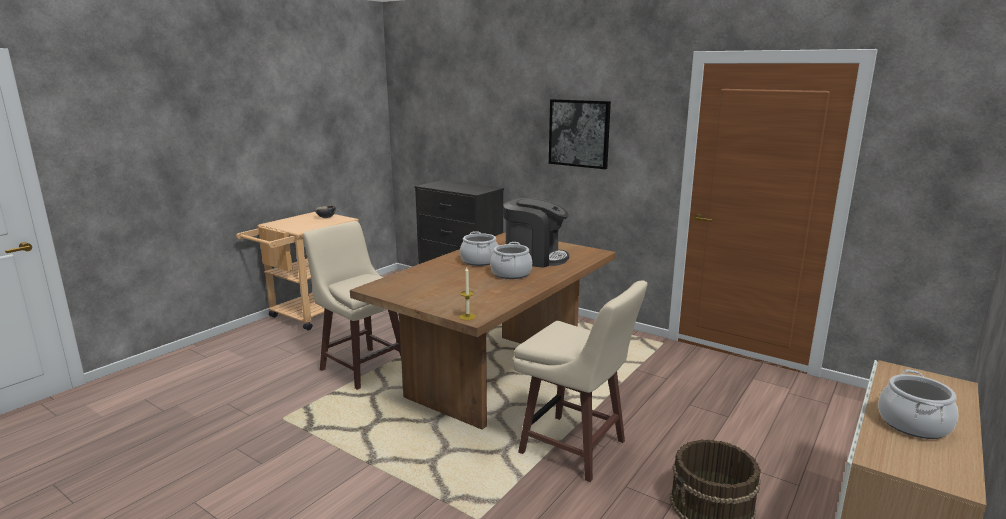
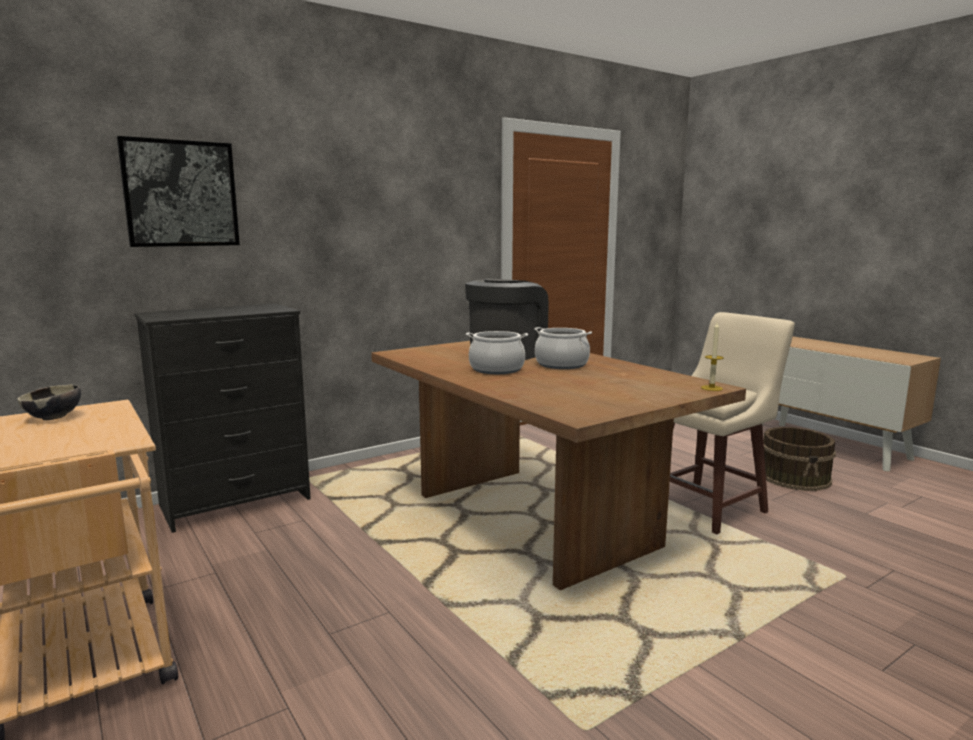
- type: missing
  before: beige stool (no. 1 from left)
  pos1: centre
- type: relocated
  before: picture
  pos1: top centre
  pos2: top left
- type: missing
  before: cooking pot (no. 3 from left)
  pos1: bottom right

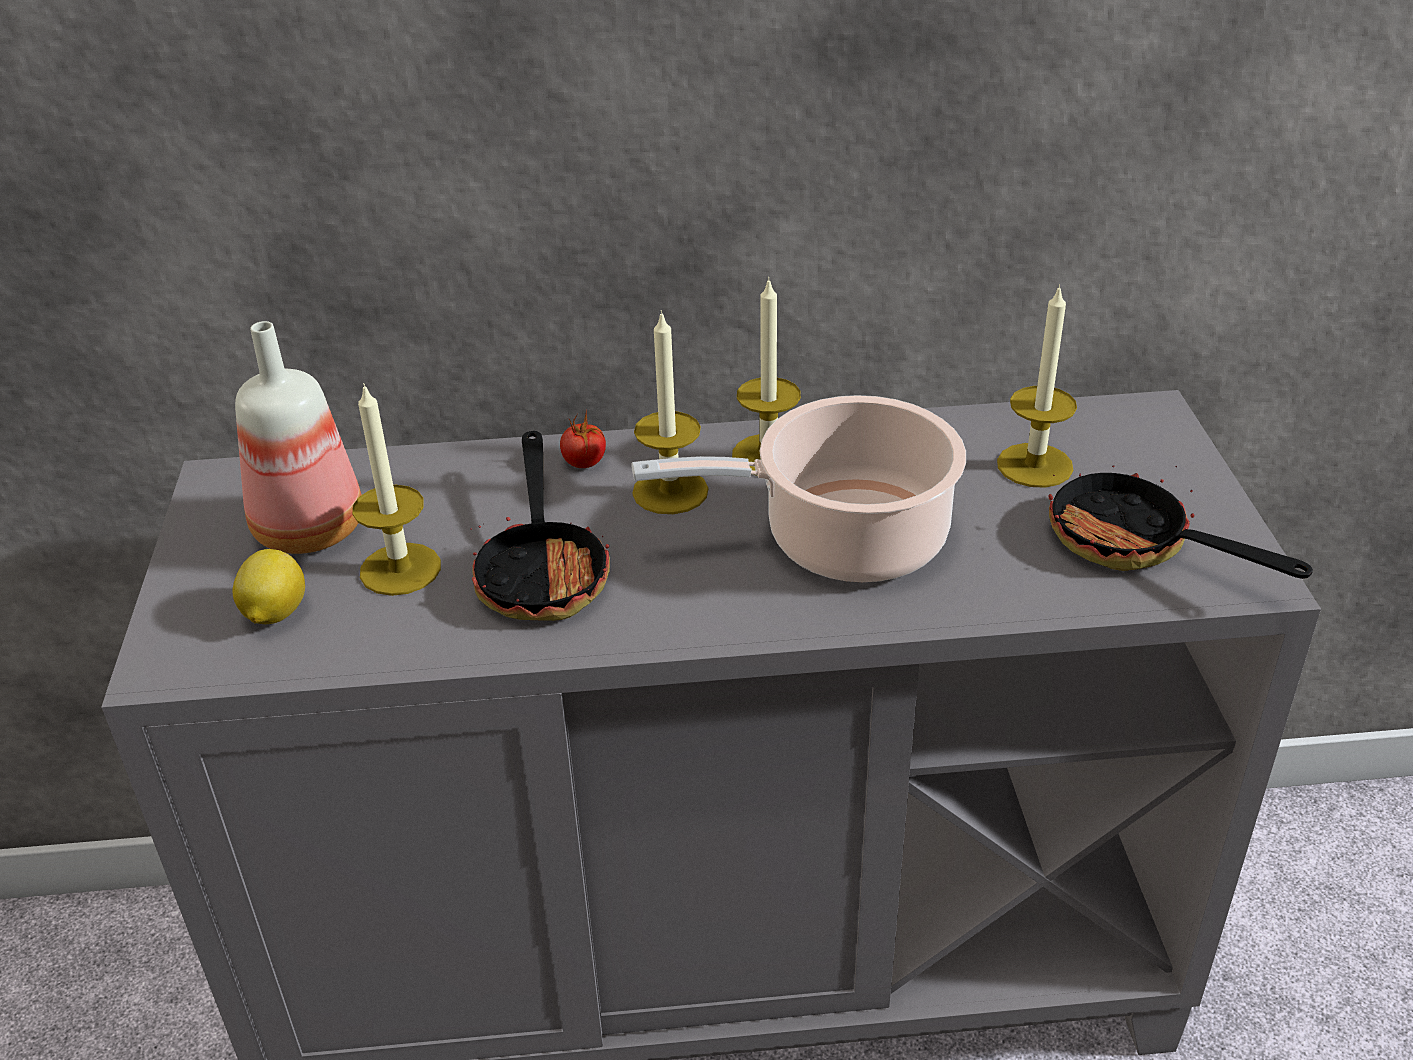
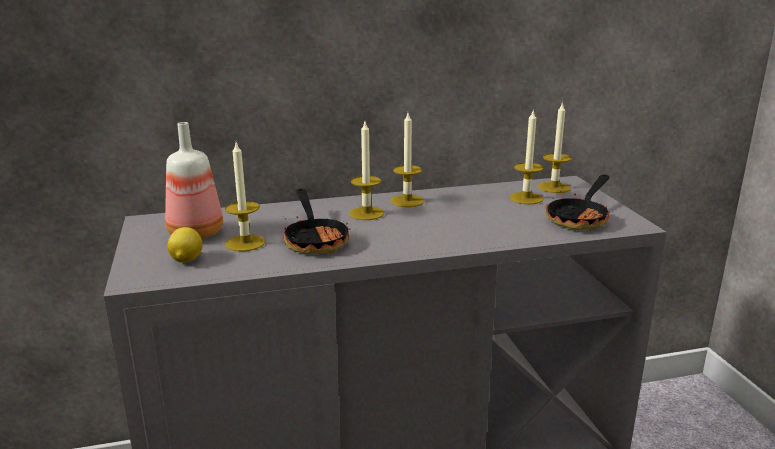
- type: missing
  before: tomato
  pos1: centre
- type: missing
  before: cooking pot
  pos1: centre
- type: spun
  before: frying pan (no. 2 from left)
  pos1: middle right
  pos2: middle right
  turn: -90
- type: appeared
  after: candle (no. 5 from left)
  pos2: top right

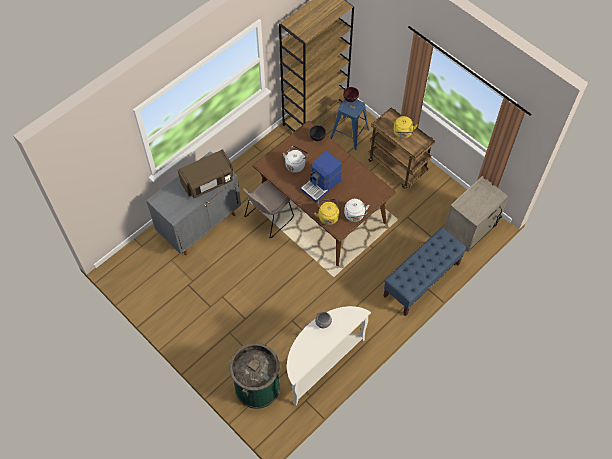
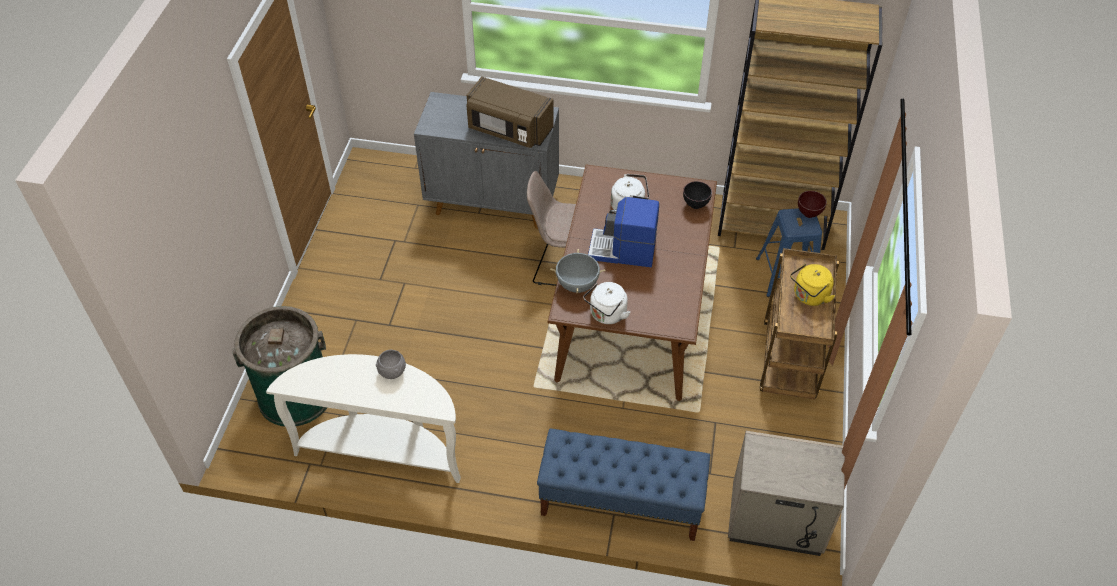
- type: exchanged
  before: yellow kettle (no. 1 from left)
  after: grey cooking pot
  pos1: centre
  pos2: centre

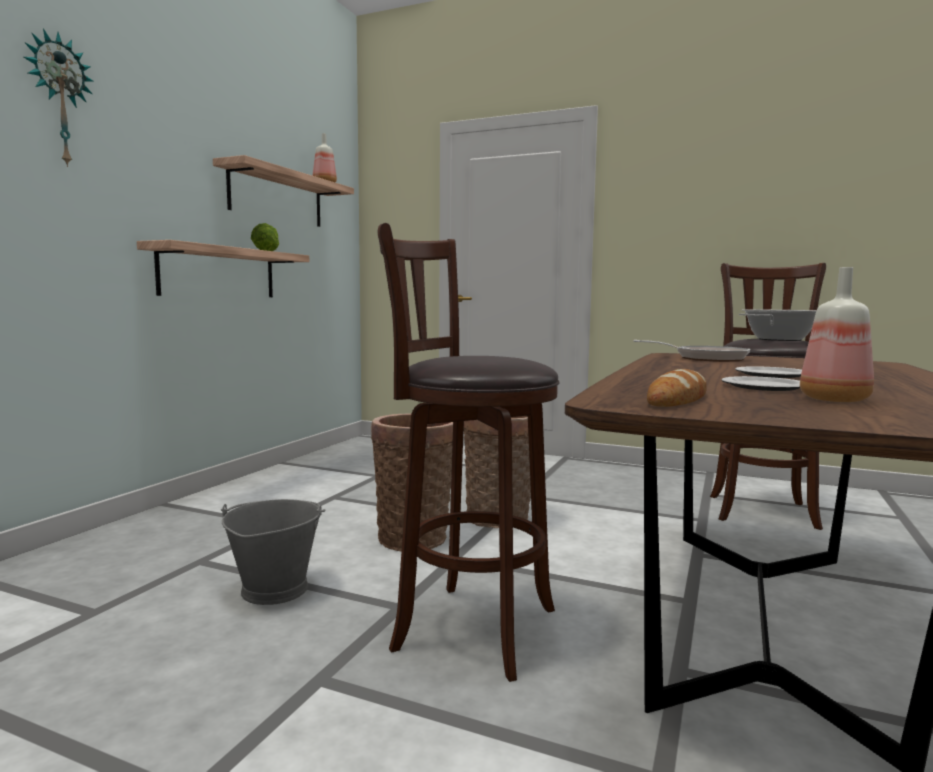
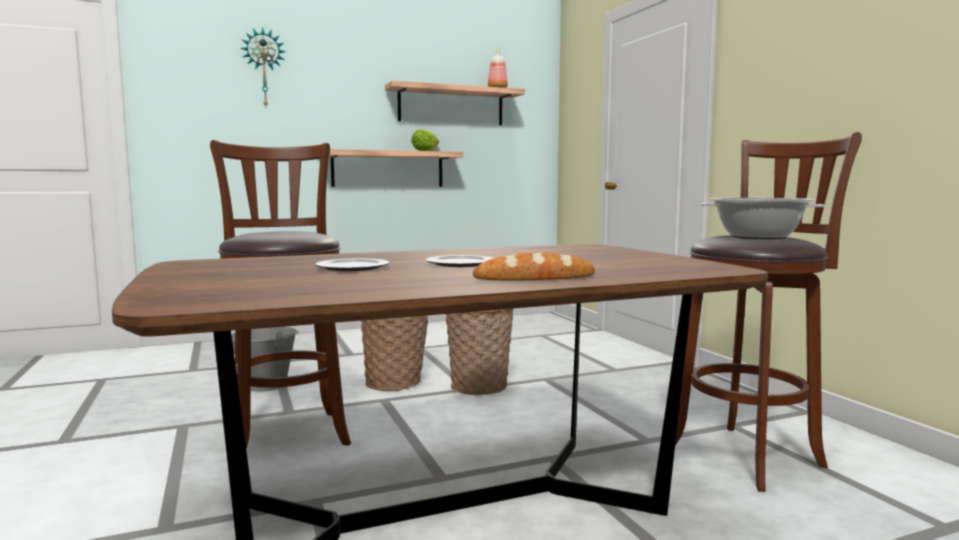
- type: missing
  before: frying pan
  pos1: middle right
- type: relocated
  before: bread
  pos1: middle right
  pos2: centre
- type: missing
  before: bottle (no. 2 from left)
  pos1: middle right

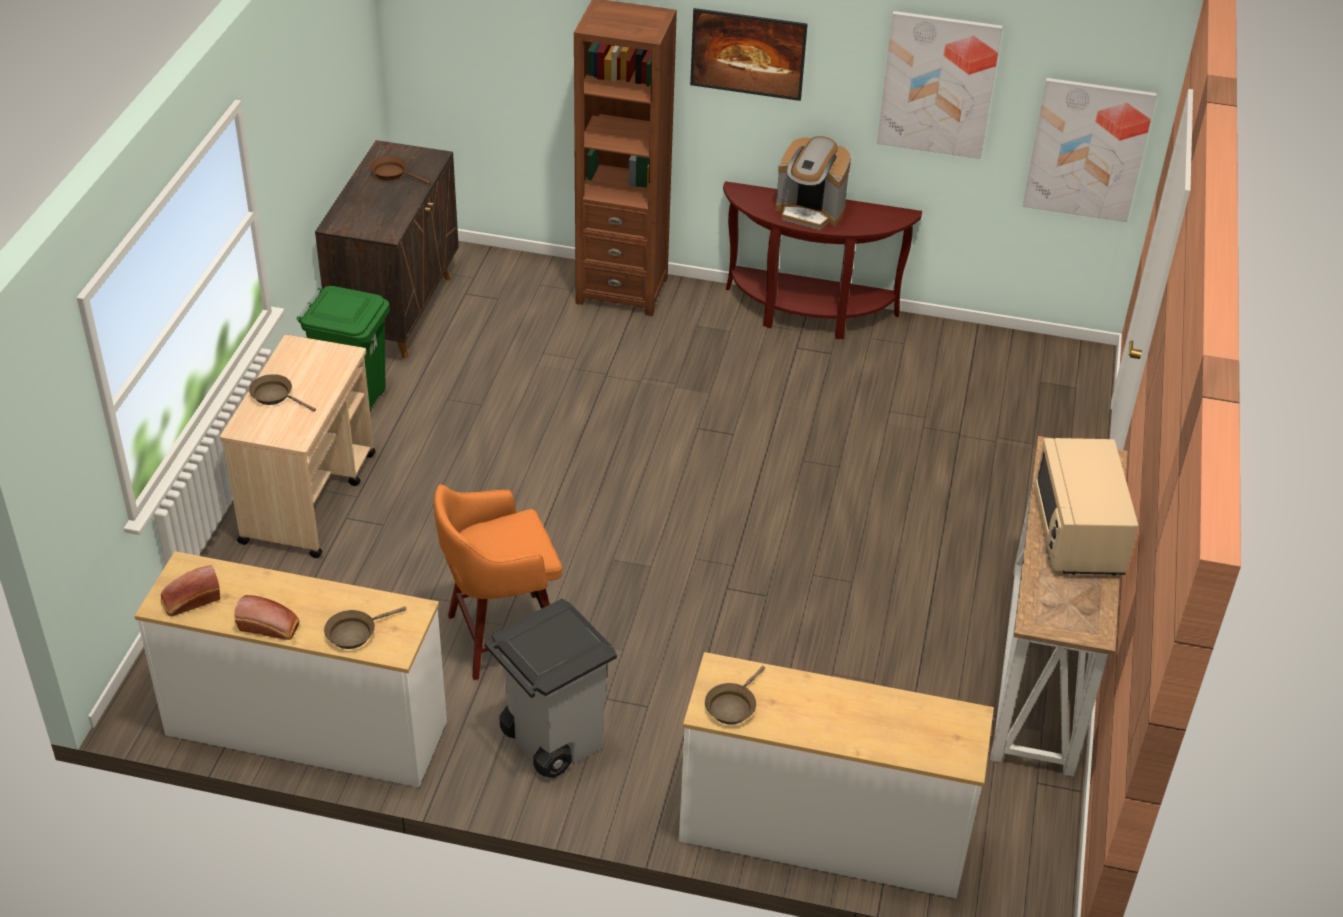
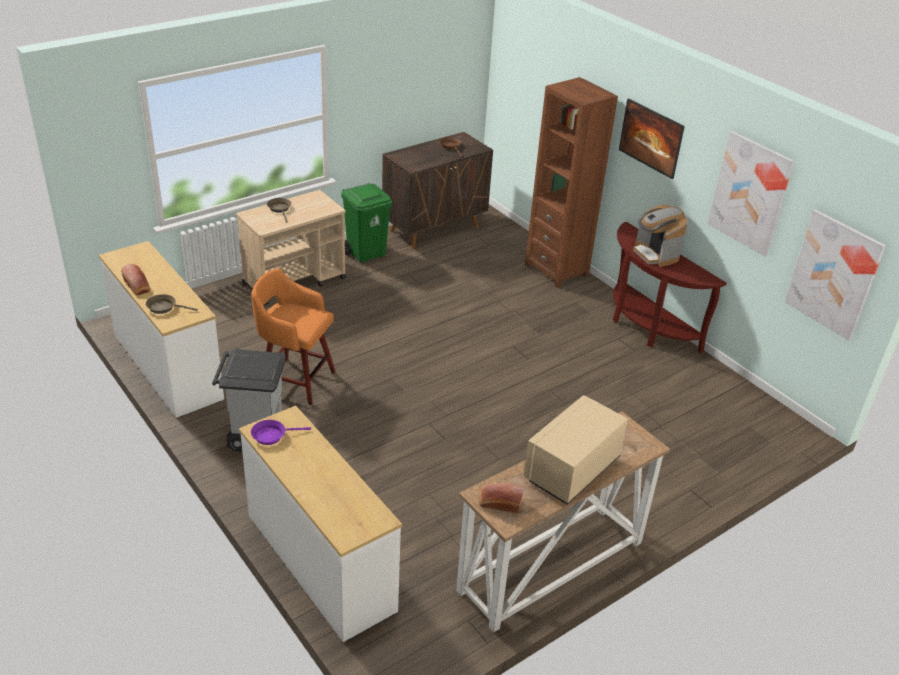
- type: relocated
  before: bread (no. 1 from left in the first image)
  after: bread (no. 2 from left)
  pos1: middle left
  pos2: bottom centre
- type: colour
  before: brown frying pan (no. 4 from left)
  after: purple frying pan
  pos1: bottom centre
  pos2: middle left

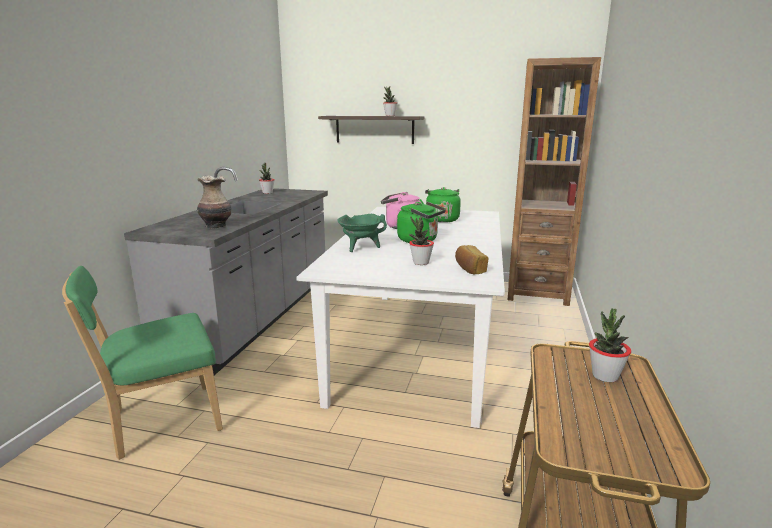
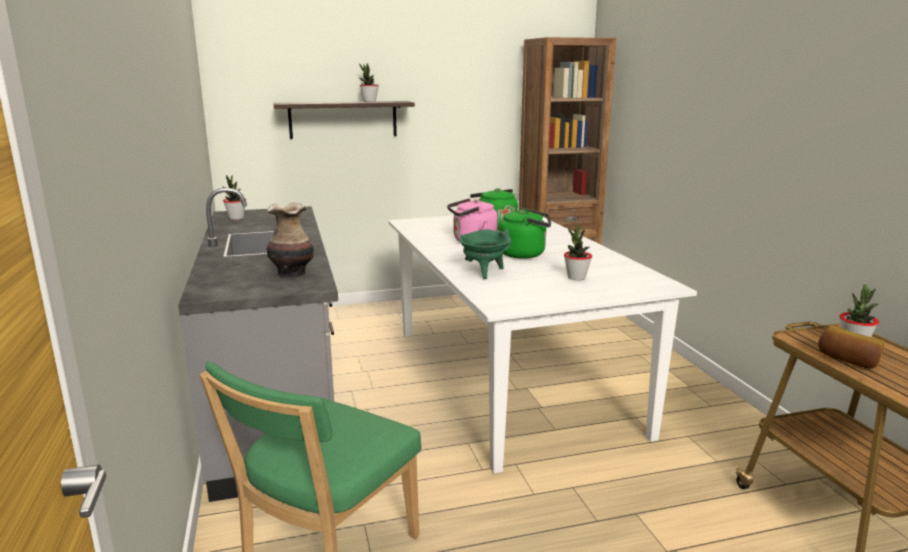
- type: relocated
  before: bread
  pos1: centre
  pos2: middle right

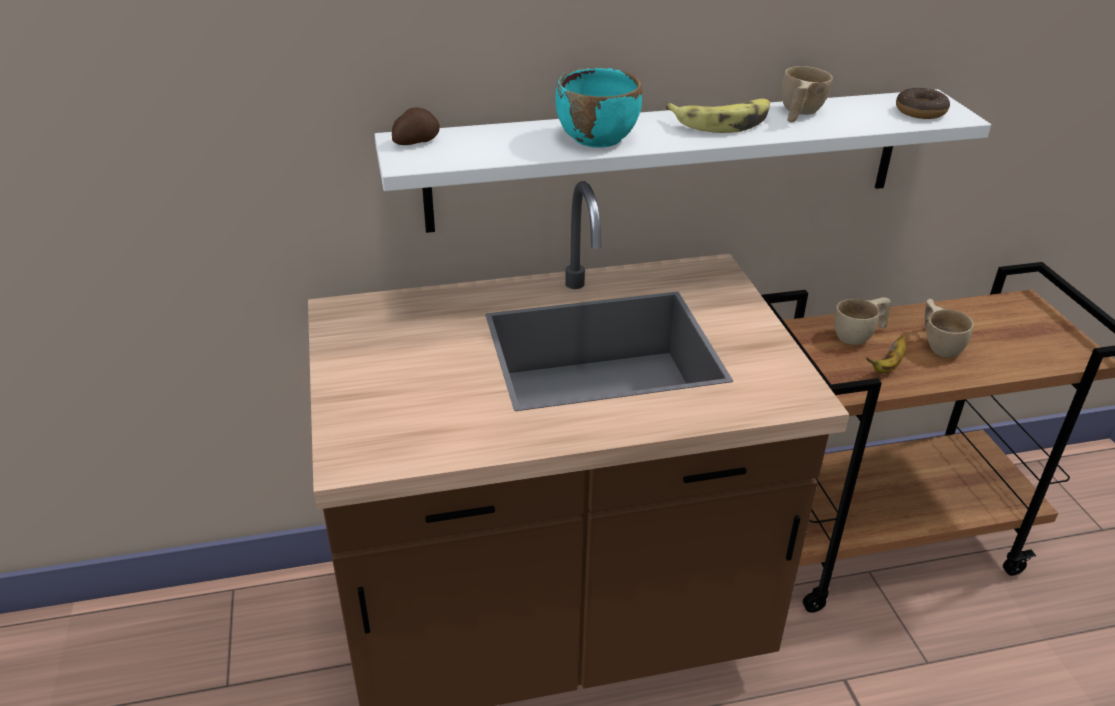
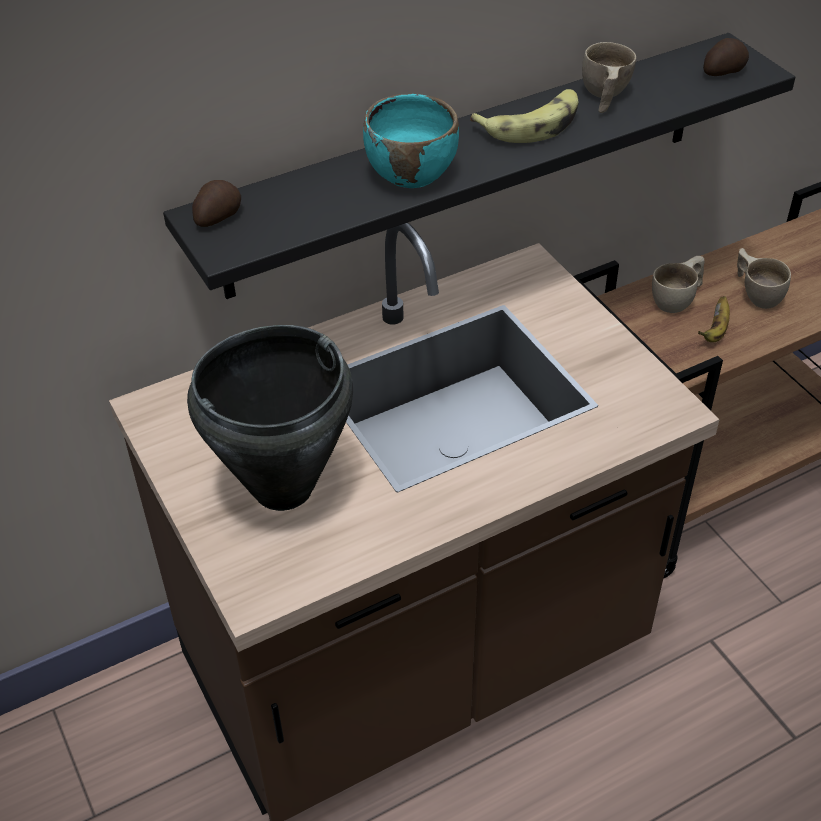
- type: colour
  before: white shelf
  after: black shelf
  pos1: top centre
  pos2: top centre
- type: exchanged
  before: donut
  after: potato (no. 2 from left)
  pos1: top right
  pos2: top right
- type: appeared
  after: black cooking pot
  pos2: middle left

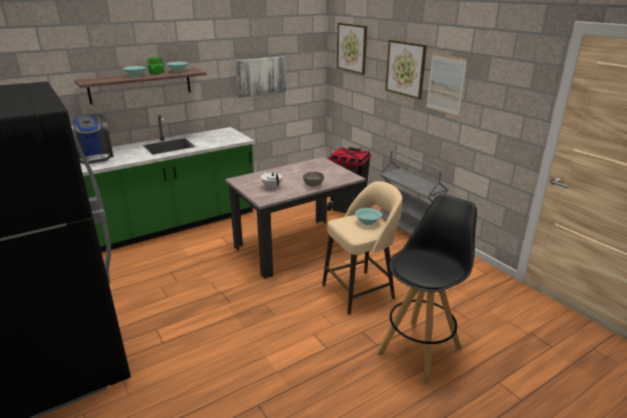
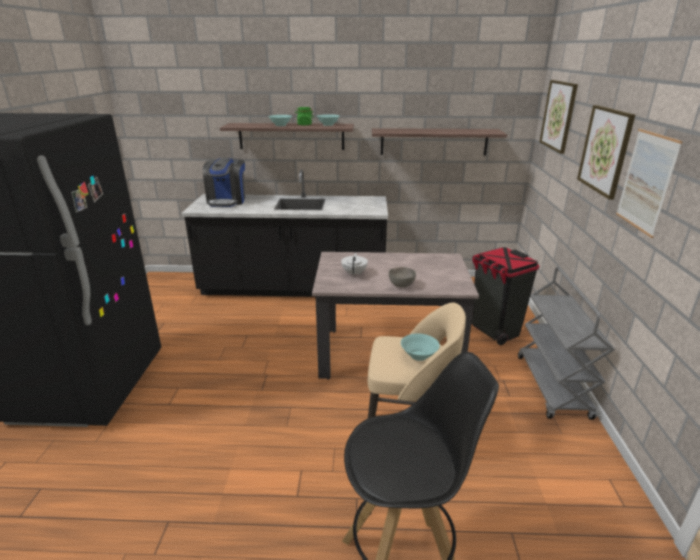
- type: colour
  before: green counter
  after: black counter
  pos1: middle left
  pos2: centre
- type: exchanged
  before: picture (no. 1 from left)
  after: shelf (no. 2 from left)
  pos1: top centre
  pos2: top centre

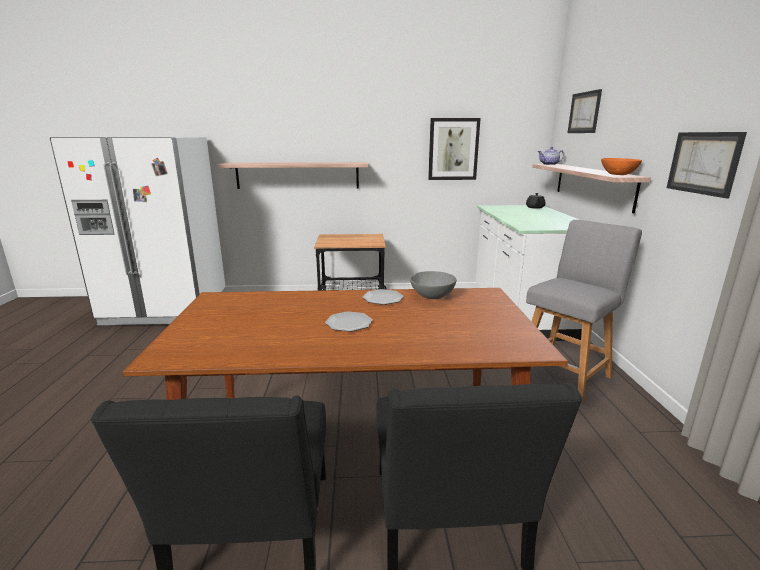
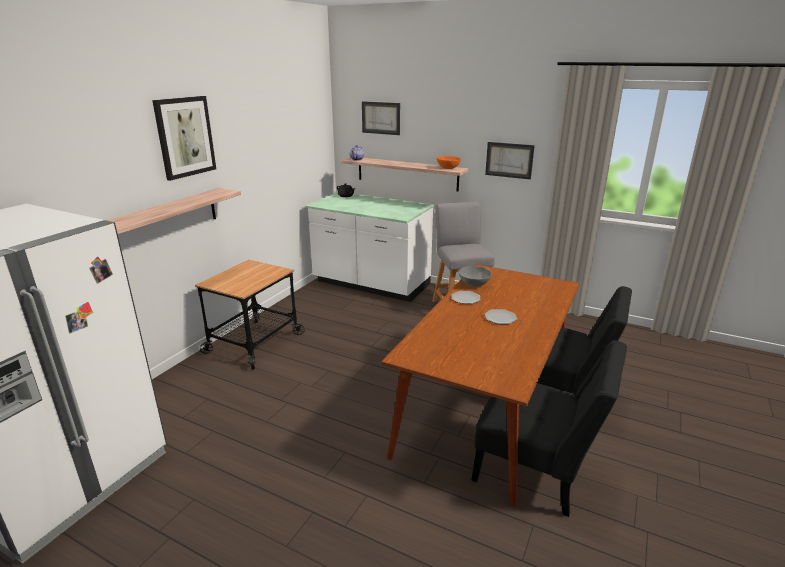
- type: relocated
  before: picture (no. 1 from left)
  pos1: top centre
  pos2: top left

